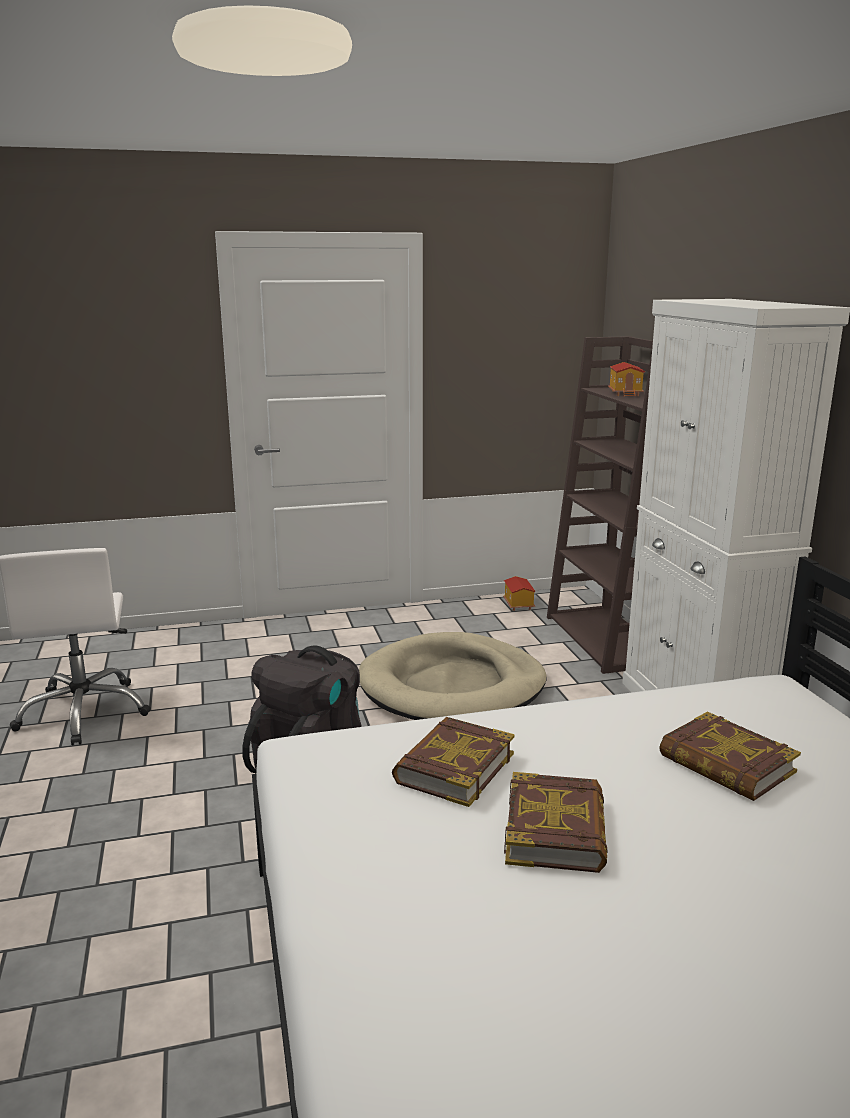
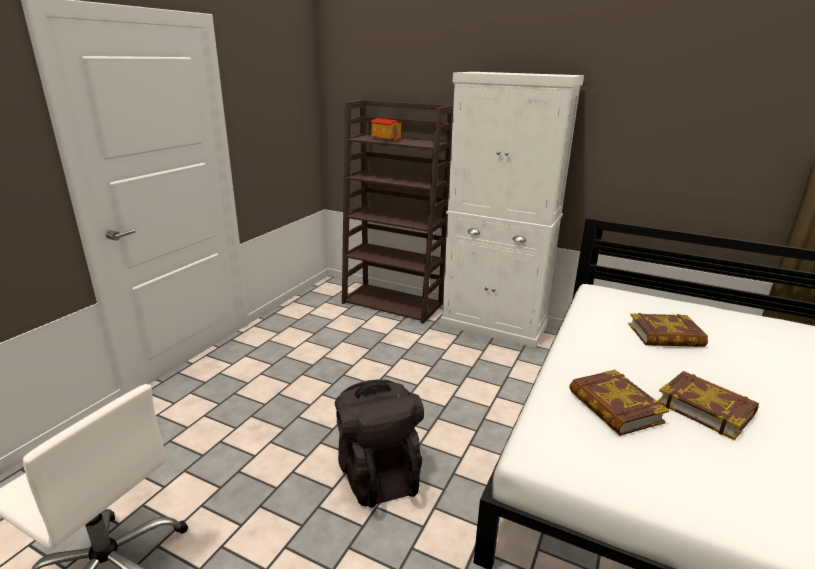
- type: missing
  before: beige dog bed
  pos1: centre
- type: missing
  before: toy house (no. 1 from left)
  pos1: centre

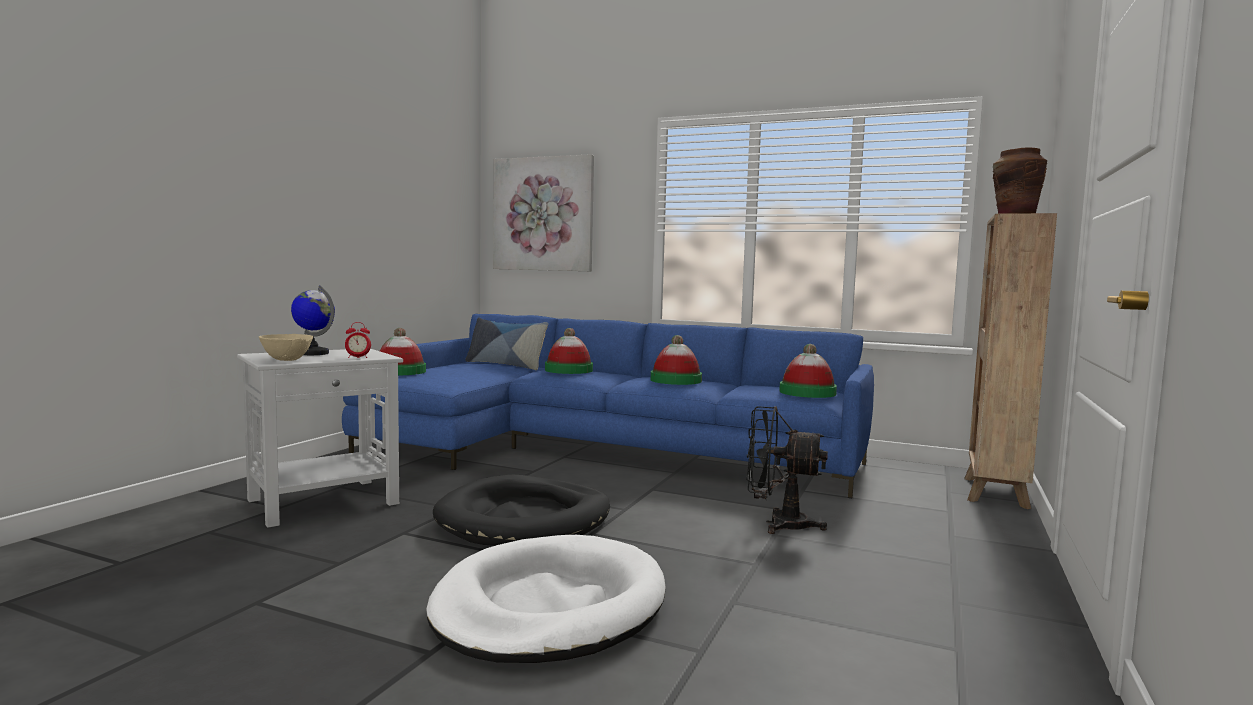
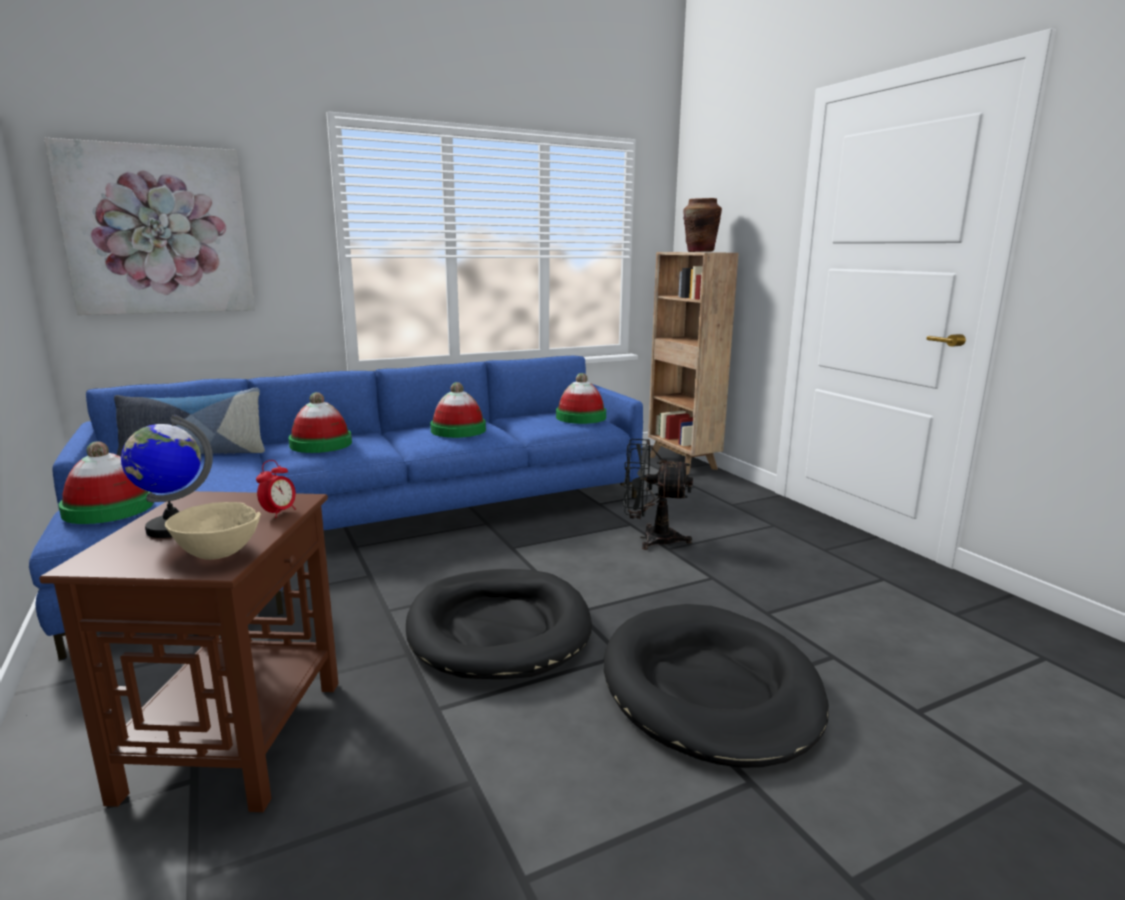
- type: colour
  before: white side table
  after: brown side table
  pos1: middle left
  pos2: bottom left
- type: colour
  before: white dog bed
  after: black dog bed (no. 2 from left)
  pos1: bottom centre
  pos2: bottom centre
- type: spun
  before: black fan
  pos1: bottom centre
  pos2: centre
  turn: 45

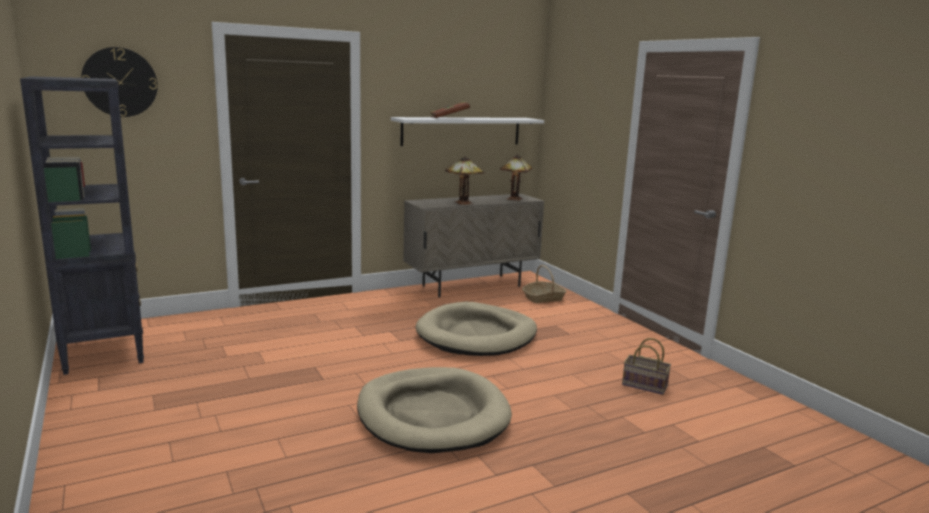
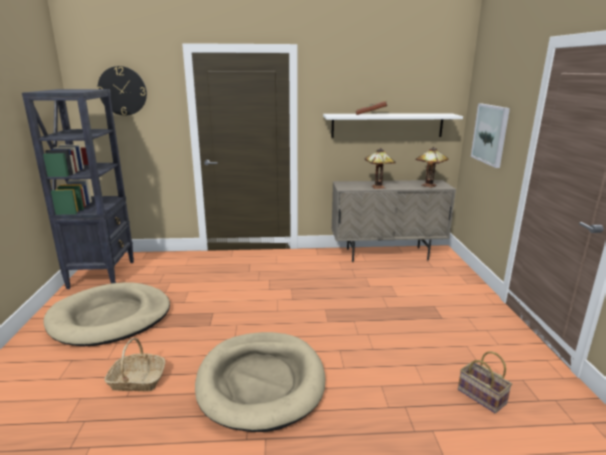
- type: relocated
  before: beige dog bed (no. 2 from left in the first image)
  after: beige dog bed (no. 1 from left)
  pos1: centre
  pos2: bottom left
- type: relocated
  before: basket (no. 1 from left)
  pos1: centre
  pos2: bottom left
- type: appeared
  after: picture
  pos2: top right

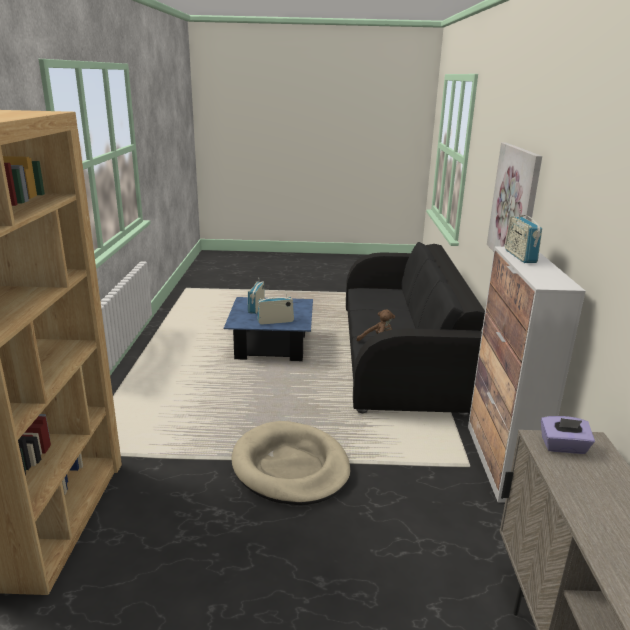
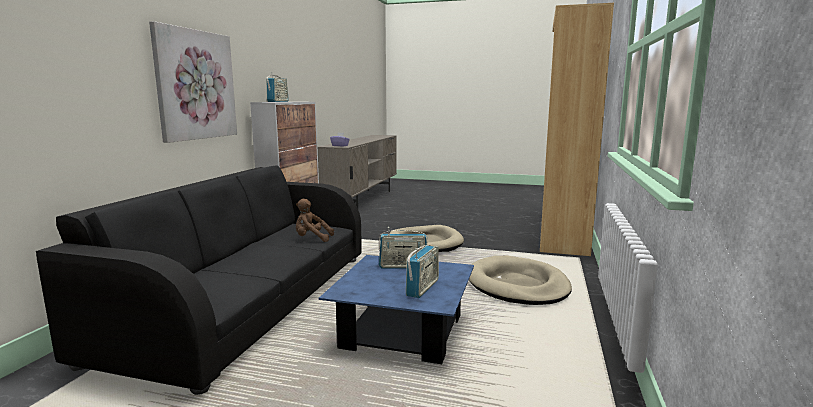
- type: appeared
  after: beige dog bed (no. 2 from left)
  pos2: bottom centre

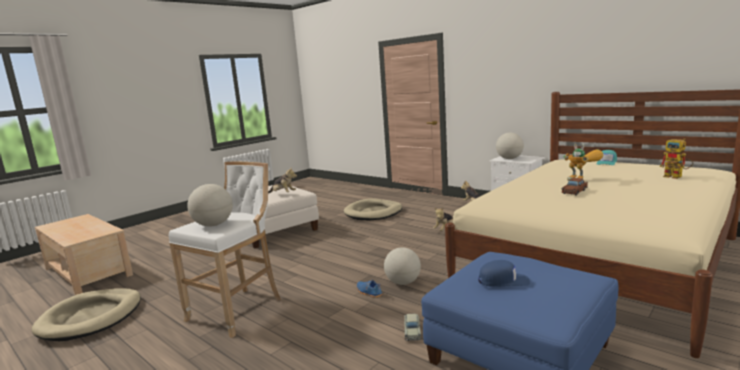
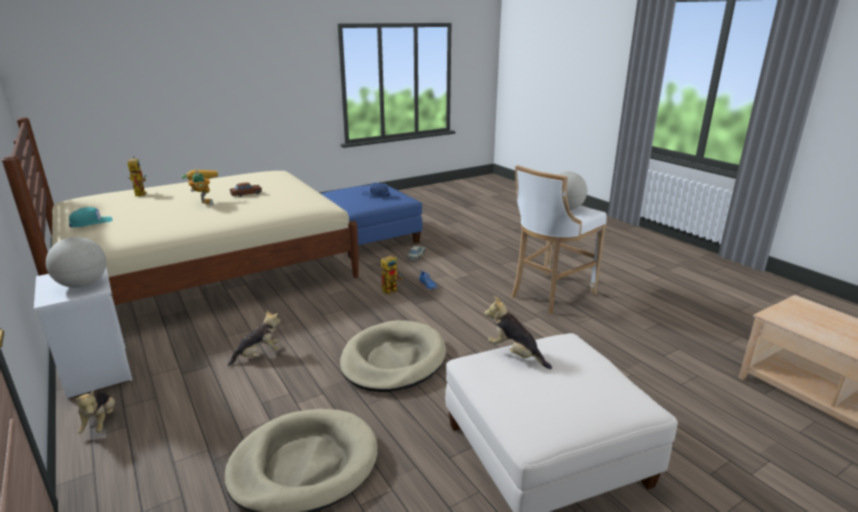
- type: relocated
  before: beige dog bed (no. 1 from left in the first image)
  after: beige dog bed (no. 2 from left)
  pos1: bottom left
  pos2: bottom centre
- type: exchanged
  before: globe (no. 2 from left)
  after: toy robot (no. 3 from left)
  pos1: bottom centre
  pos2: centre

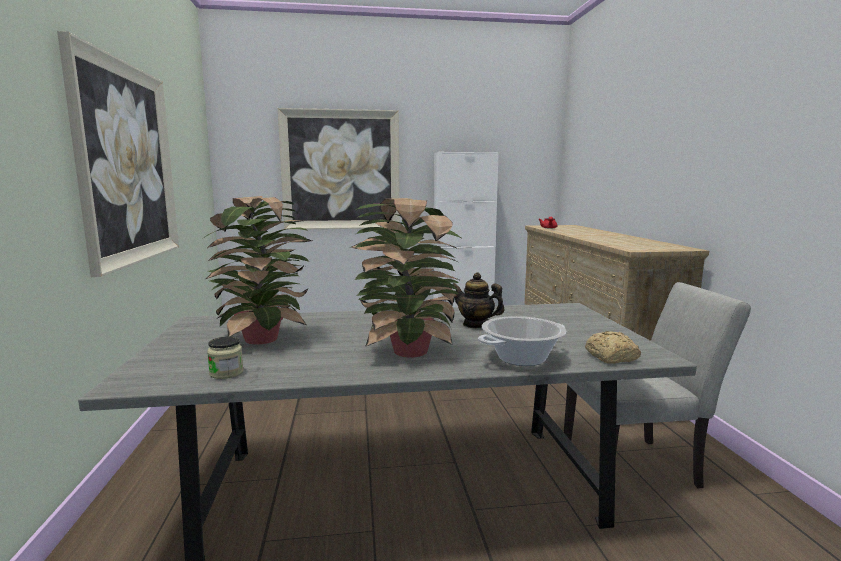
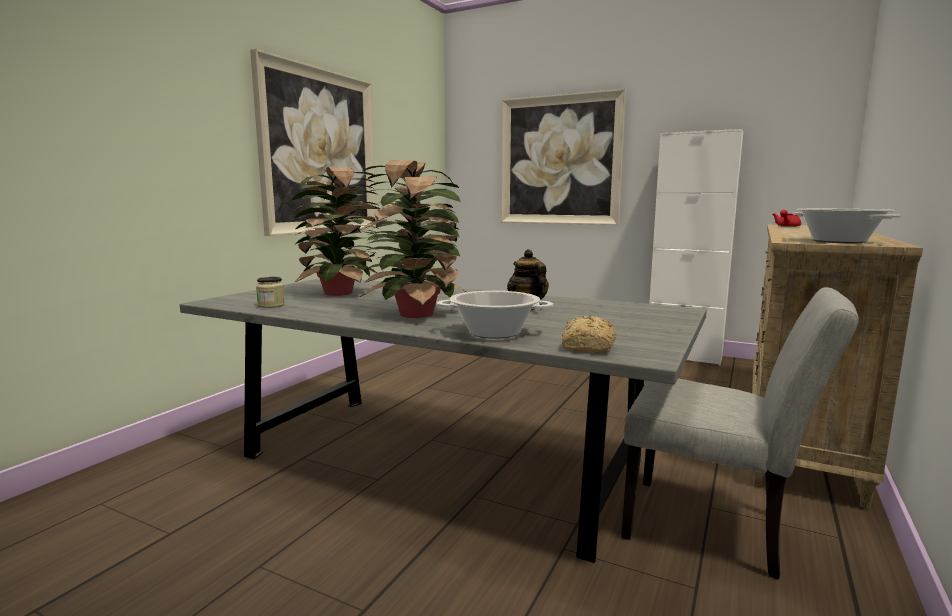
- type: appeared
  after: cooking pot (no. 2 from left)
  pos2: middle right

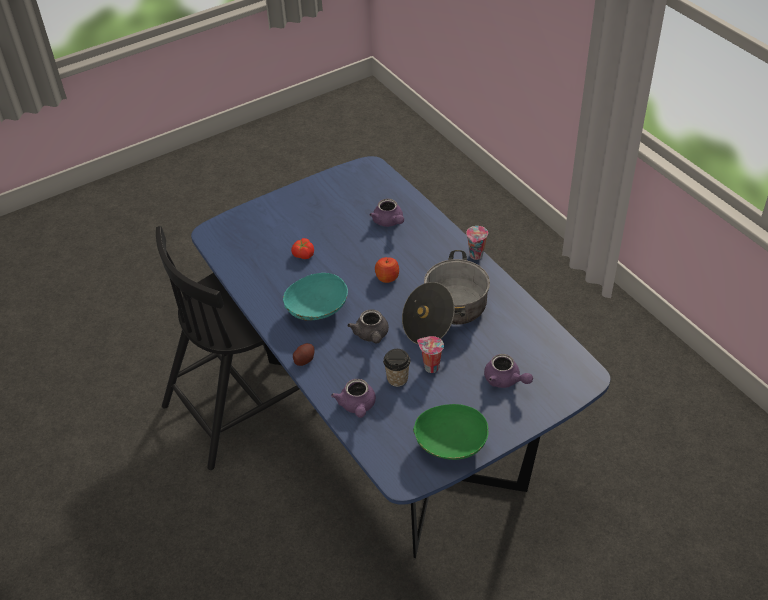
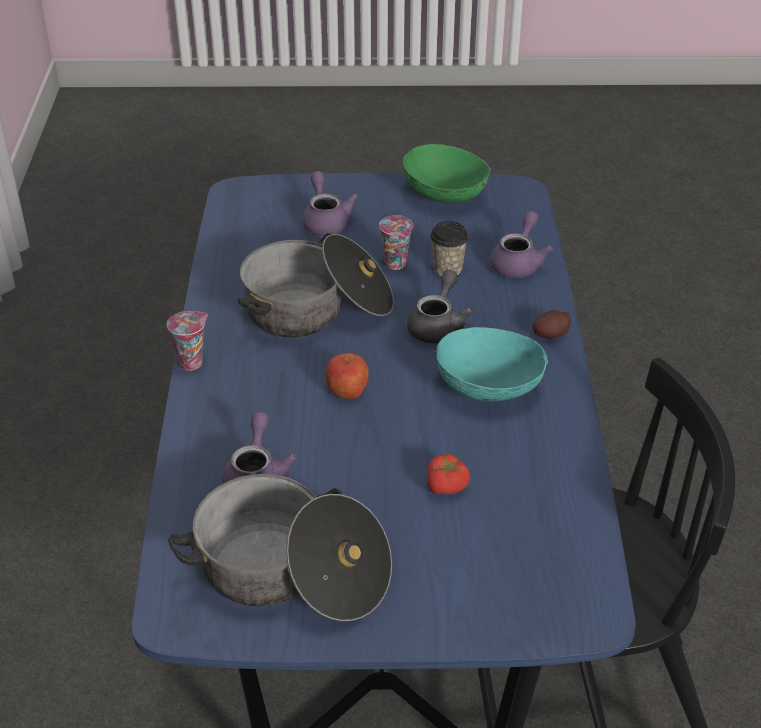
- type: appeared
  after: cooking pot (no. 1 from left)
  pos2: bottom centre

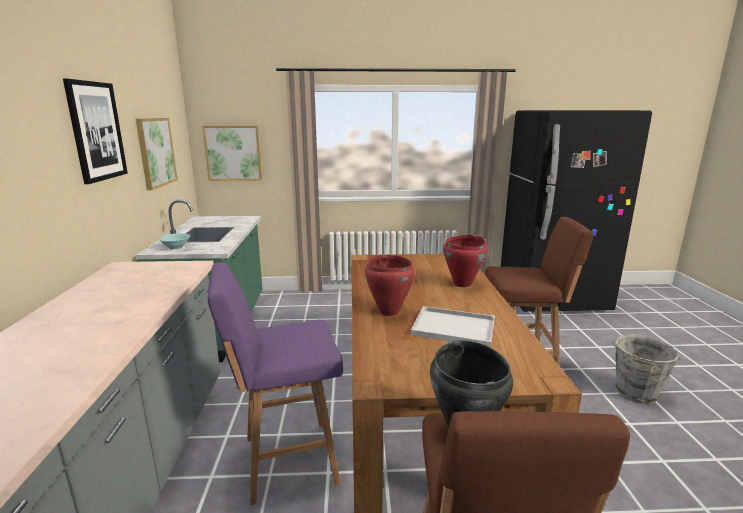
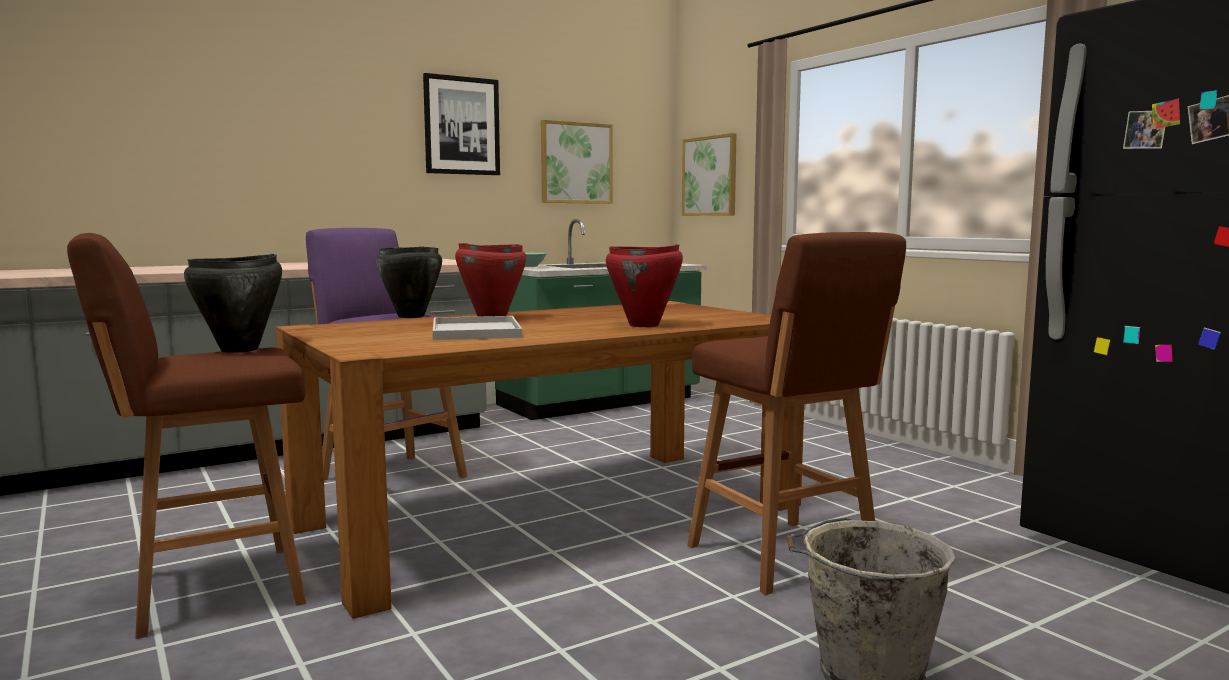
- type: appeared
  after: black cooking pot (no. 2 from left)
  pos2: middle left

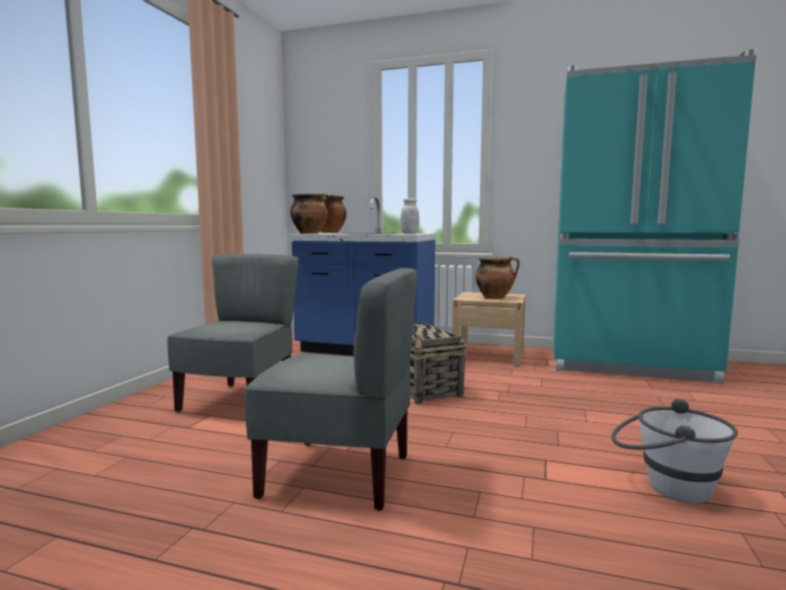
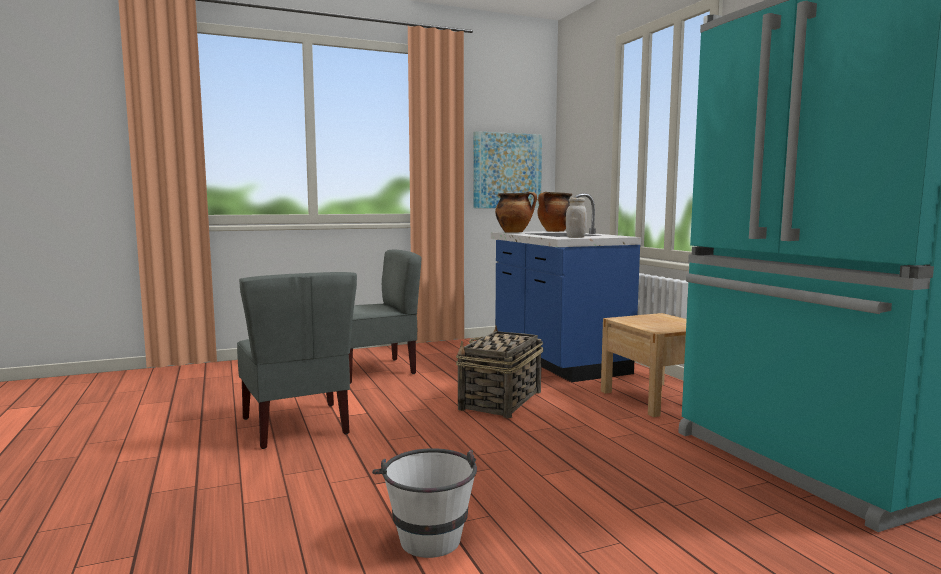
- type: missing
  before: cooking pot (no. 3 from left)
  pos1: centre
- type: appeared
  after: picture
  pos2: top centre

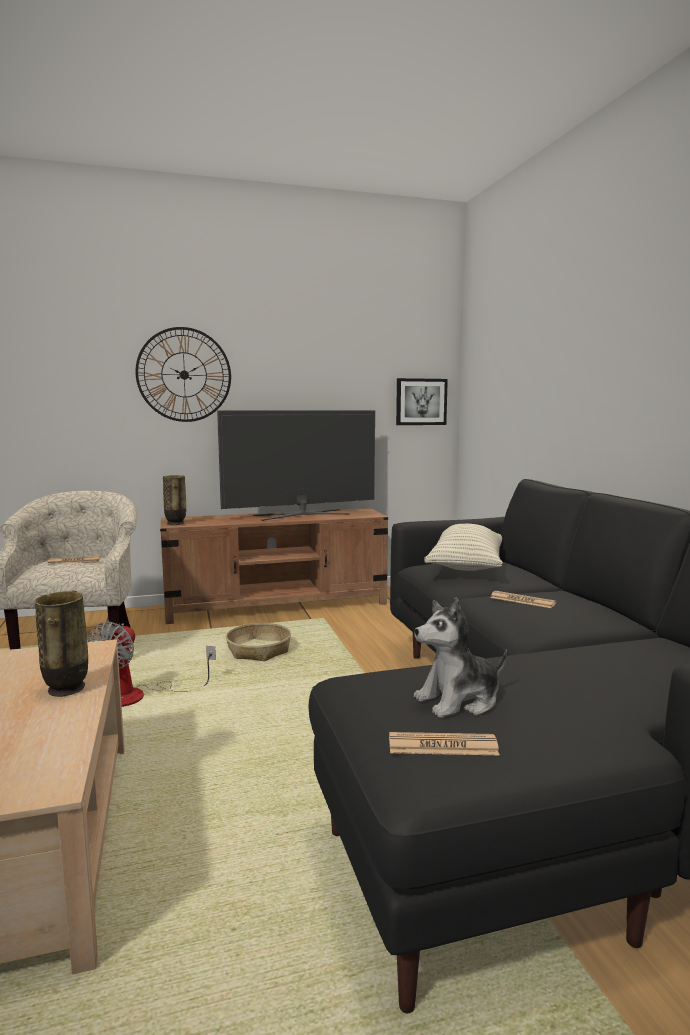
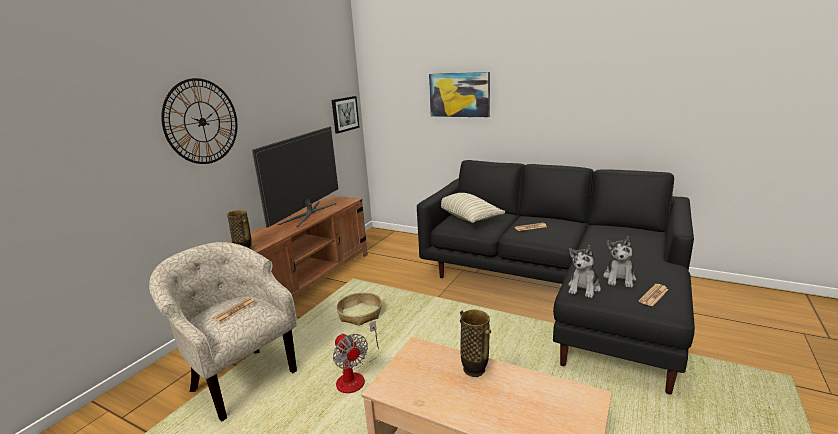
- type: appeared
  after: picture (no. 2 from left)
  pos2: top centre
- type: appeared
  after: plush toy (no. 1 from left)
  pos2: middle right

